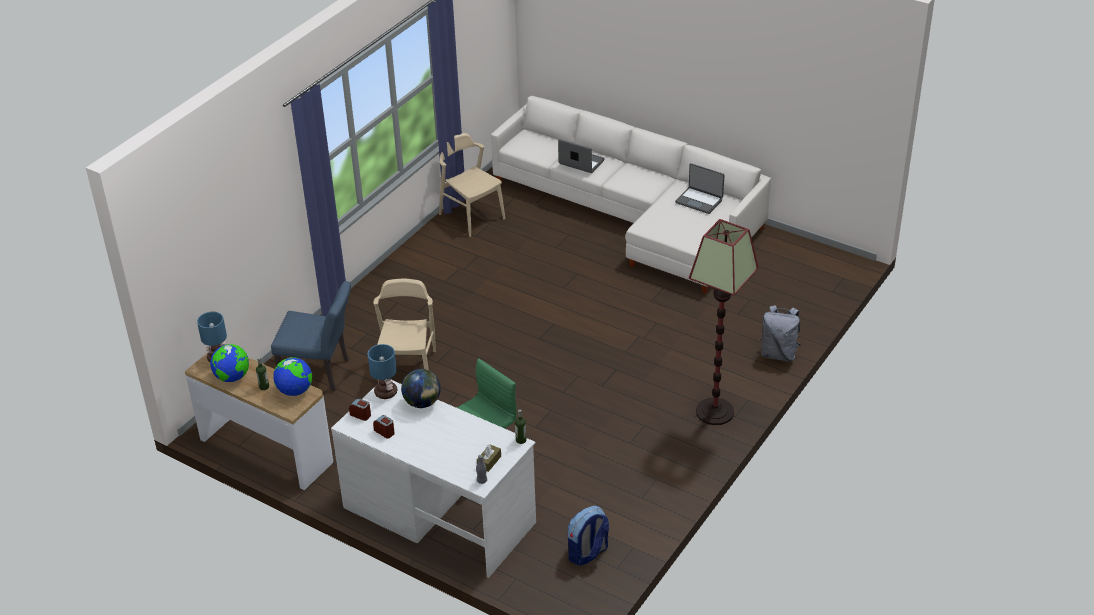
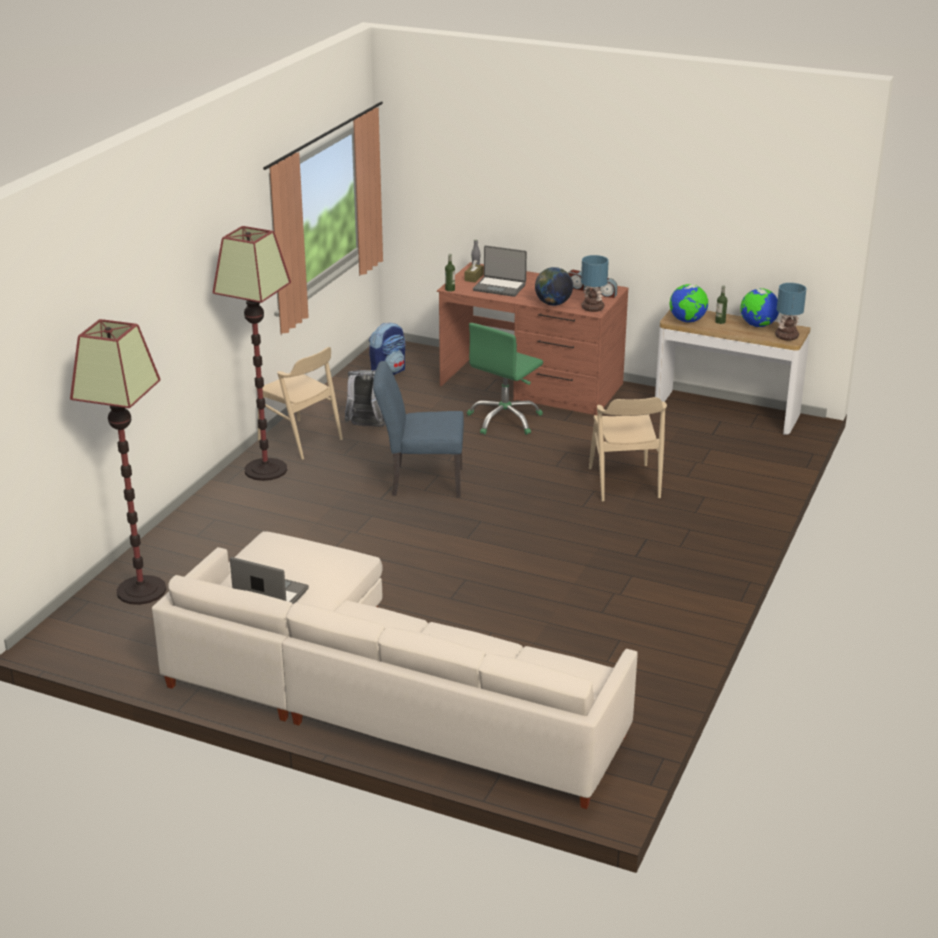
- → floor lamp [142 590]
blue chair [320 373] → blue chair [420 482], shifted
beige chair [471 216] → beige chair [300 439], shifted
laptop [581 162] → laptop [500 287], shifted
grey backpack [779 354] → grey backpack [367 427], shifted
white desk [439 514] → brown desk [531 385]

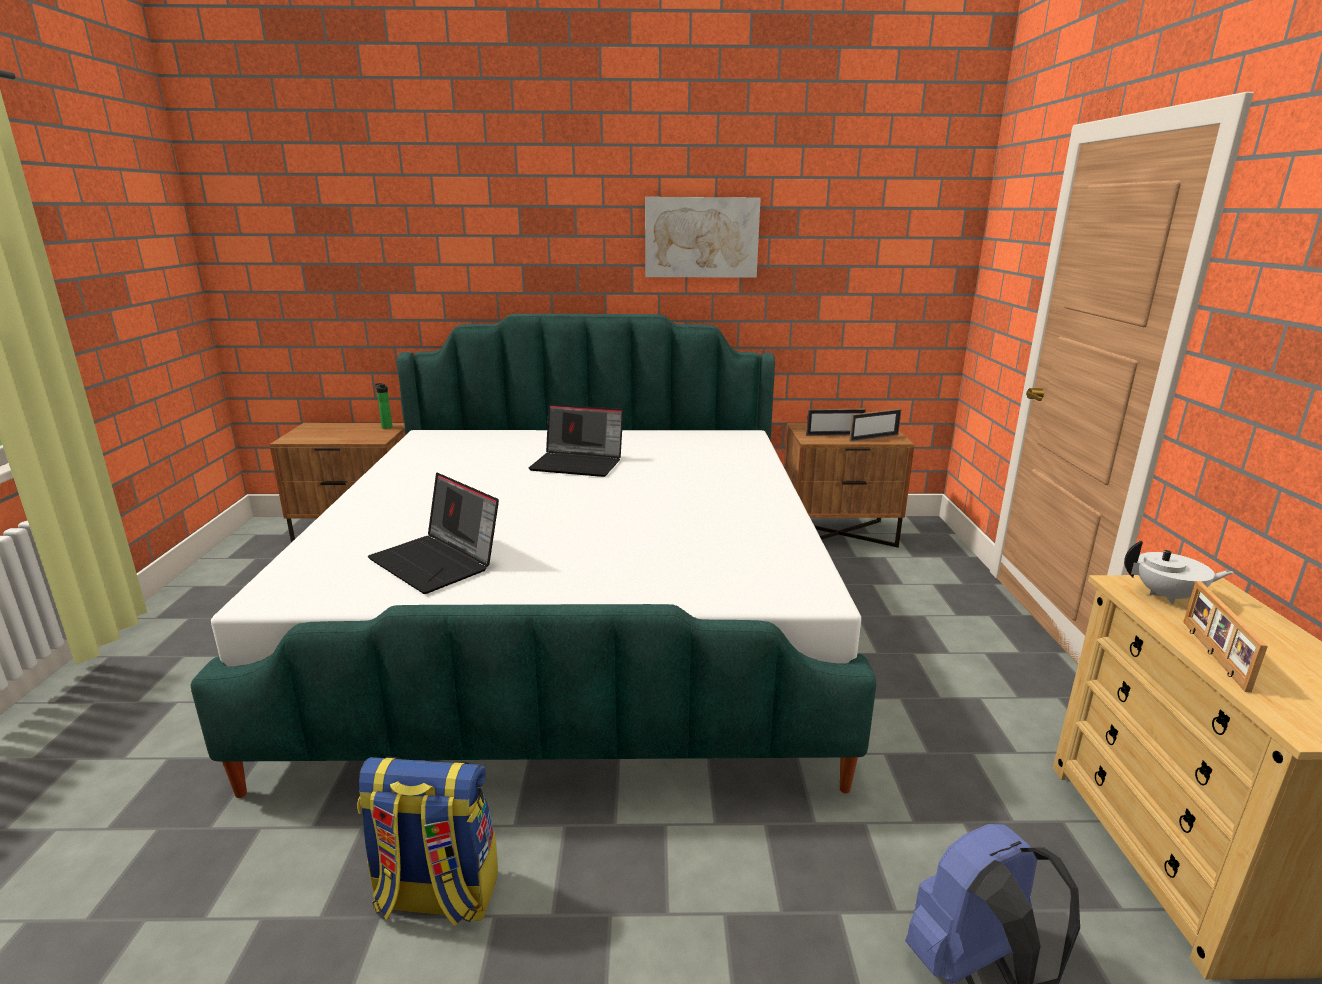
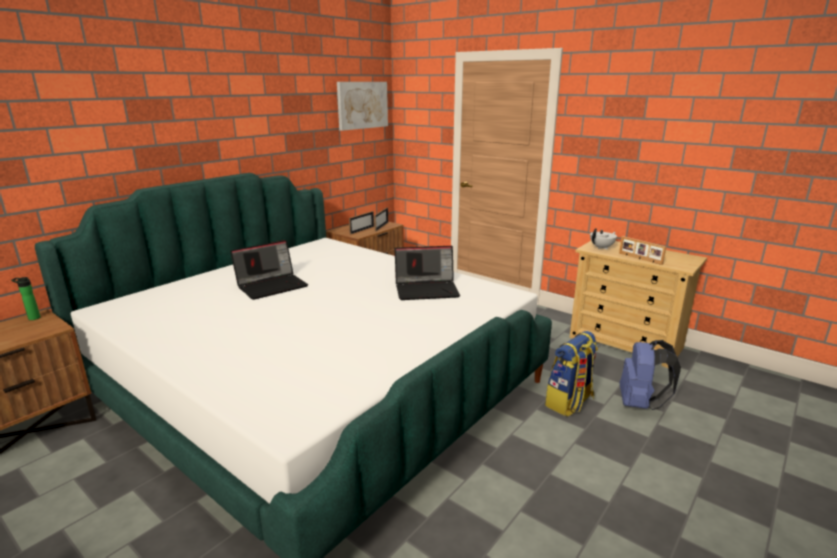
backpack [436 896] → backpack [569 403], shifted
laptop [438 562] → laptop [427 289], shifted
picture [701 237] → picture [362 105], shifted

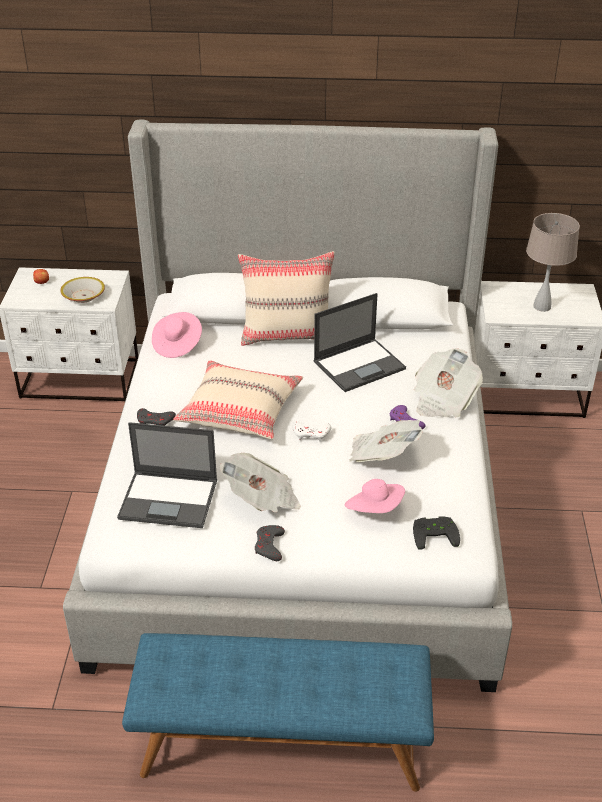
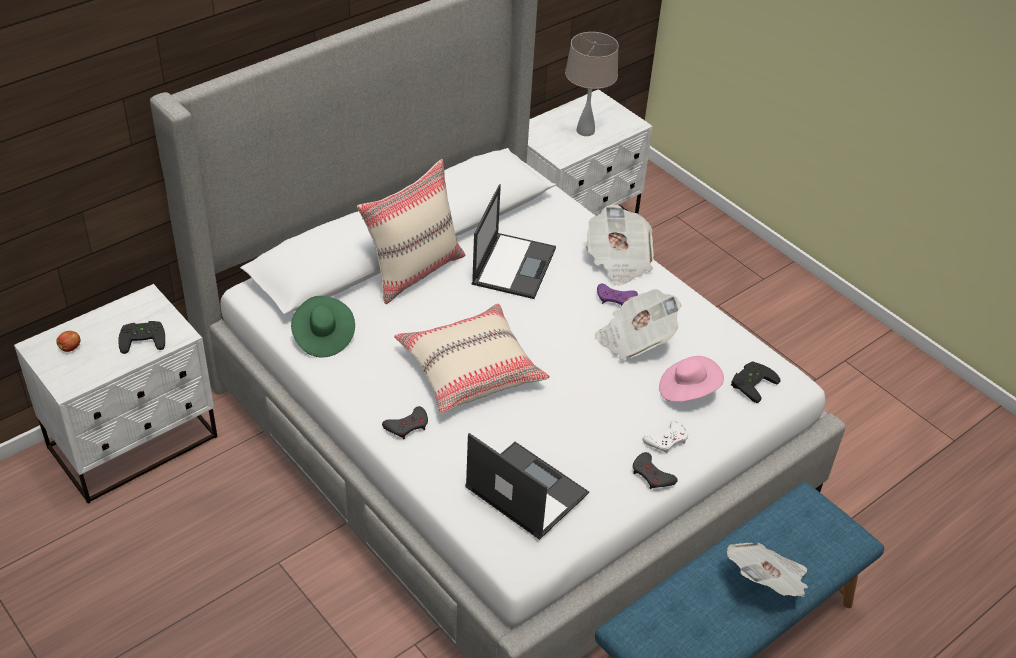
newspaper [262 499] → newspaper [767 582], shifted
white game controller [311 433] → white game controller [667 440], shifted
bowl [84 296] → black game controller [143 338]
pink hat [177 344] → green hat [323 337]
laptop [170 499] → laptop [525 490], 105 degrees counterclockwise

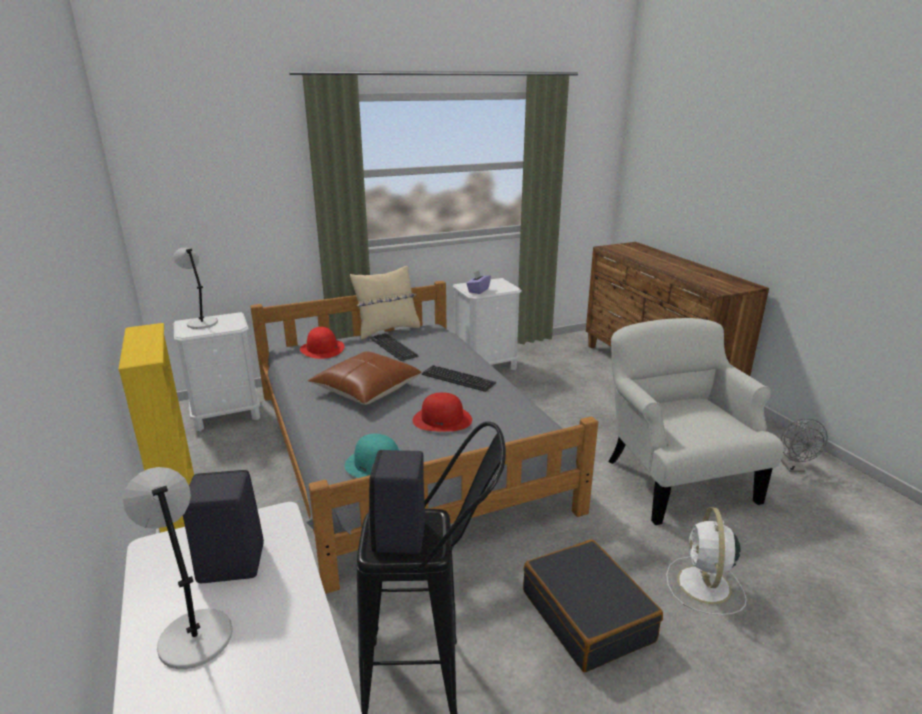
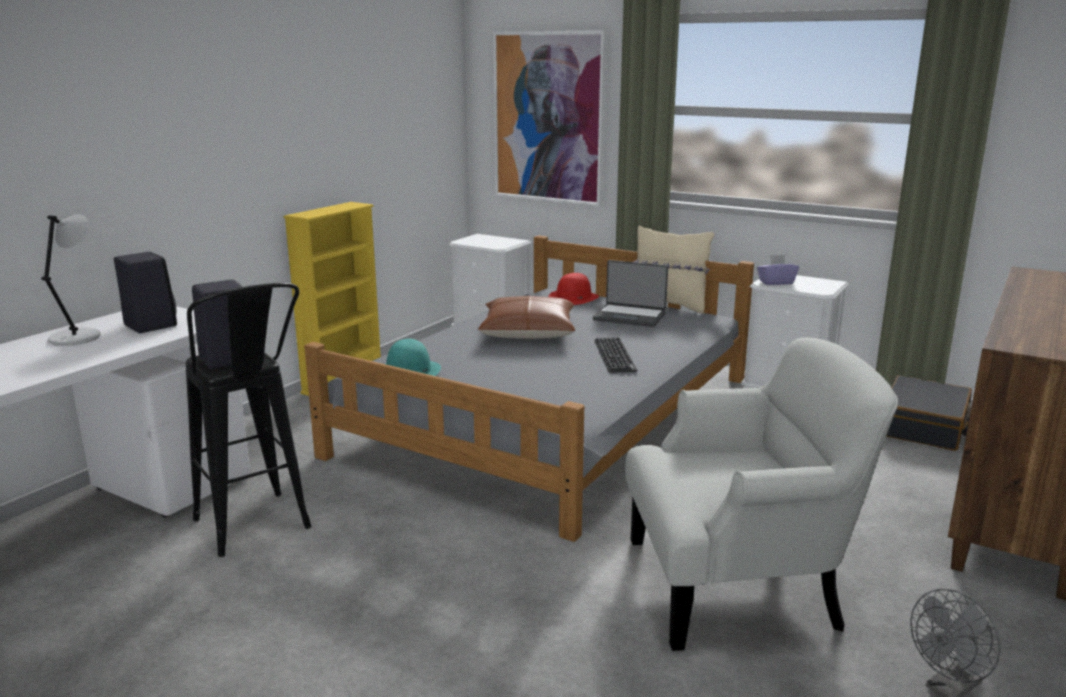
grey table lamp [201 323] → -
red hat [442 419] → -
white fan [704 586] → -
- → picture [548 118]
black suitcase [587 615] → black suitcase [923 427], shifted
keyboard [393 347] → laptop [630 316]
white armchair [675 479] → white armchair [738 584], 45 degrees clockwise

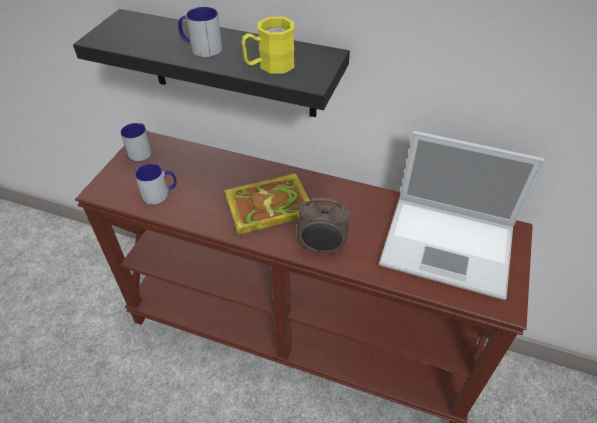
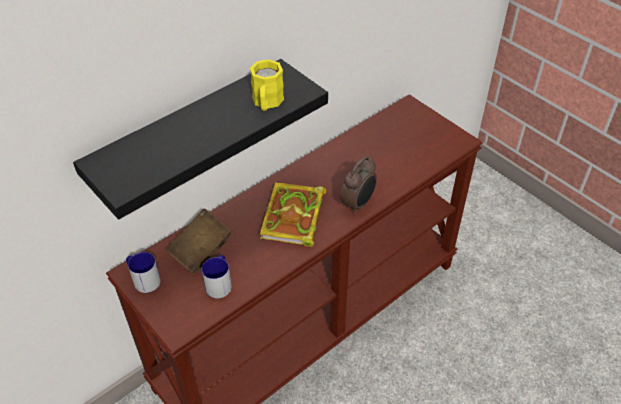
mug [201 48] → -
laptop [450 246] → -
- → brown book [201 251]

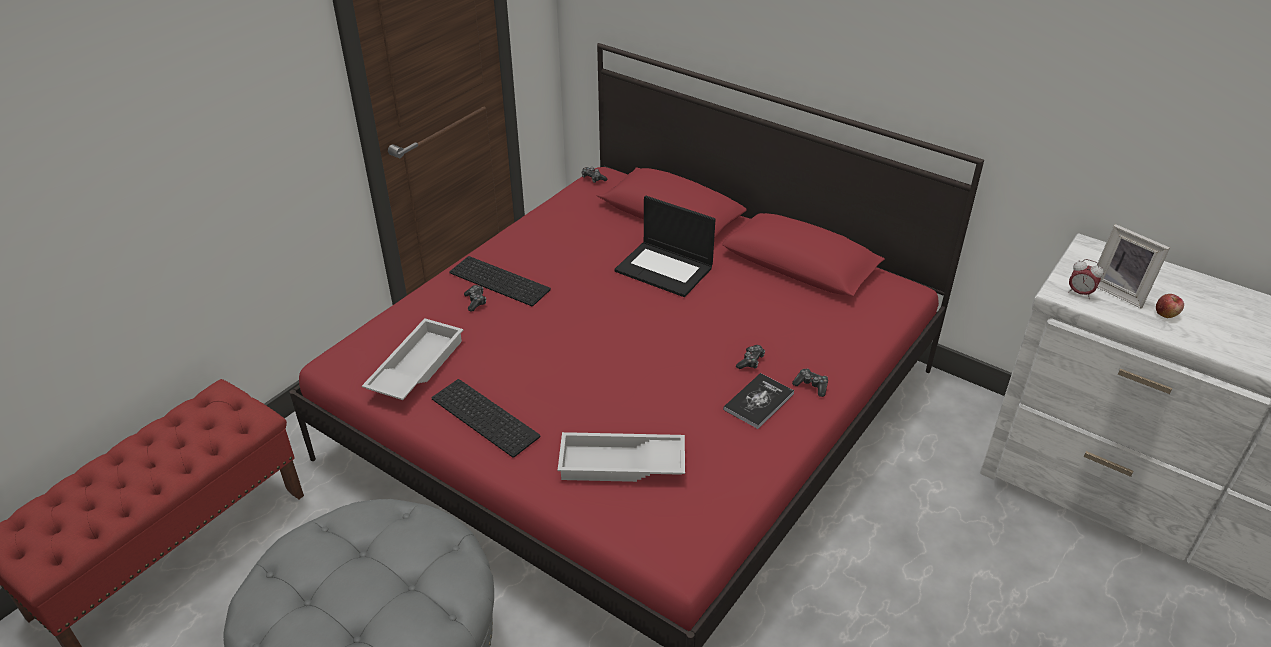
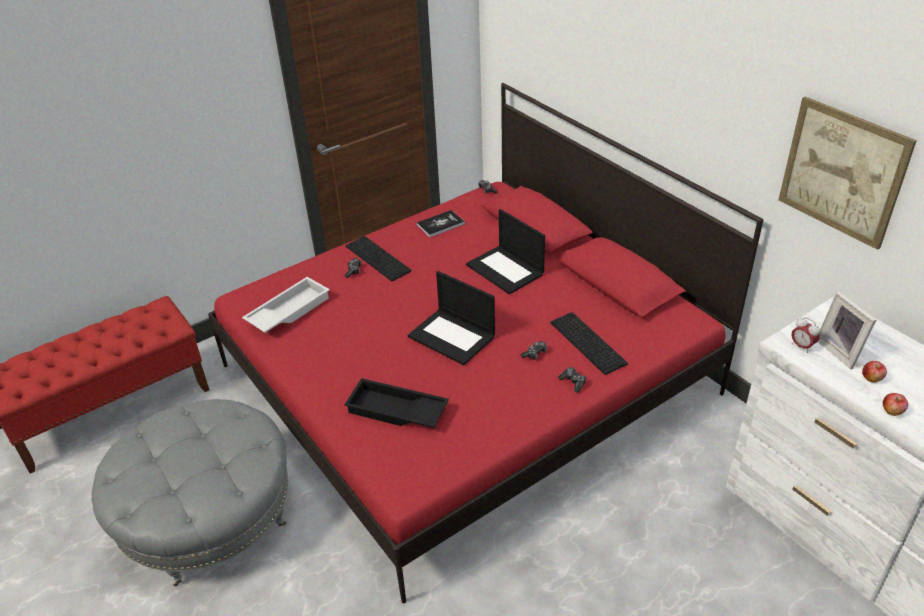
- → laptop [453 336]
- → picture [842 172]
- → apple [892 411]
keyboard [487 417] → keyboard [589 343], shifted
book [758 401] → book [440 224], shifted
white tray [620 465] → black tray [396 411]

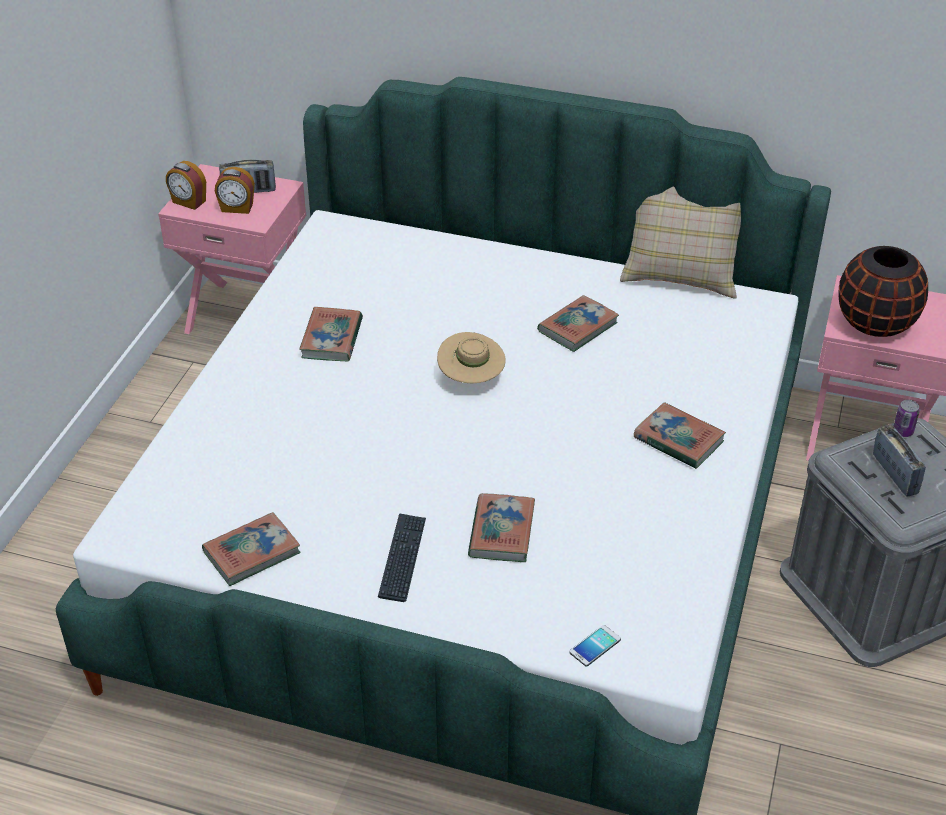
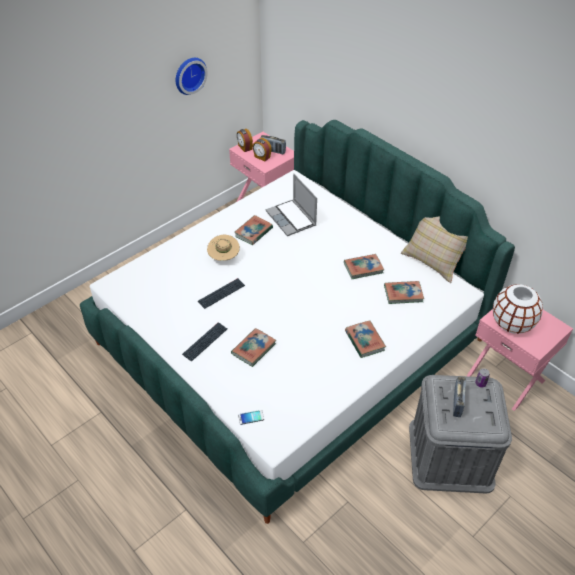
- → wall clock [189 75]
- → keyboard [221 294]
- → laptop [292 219]
book [252 553] → book [403 294], shifted
beige hat [471 378] → beige hat [224 257], shifted
black vase [875 323] → white vase [512 323]

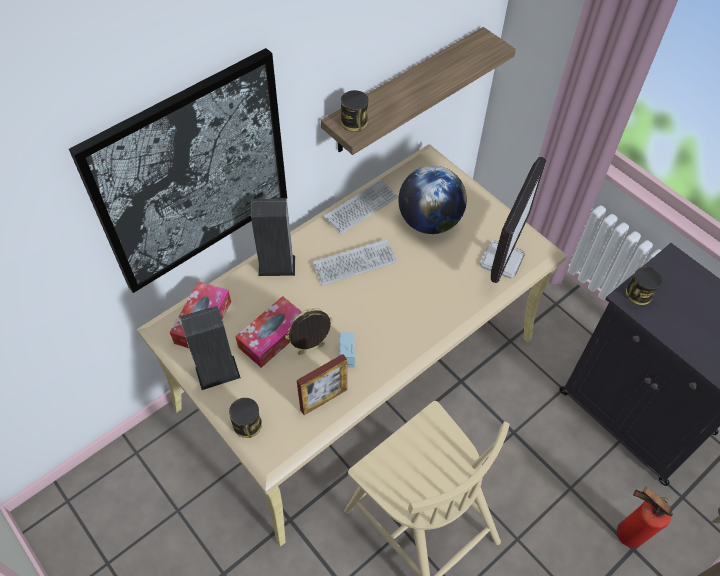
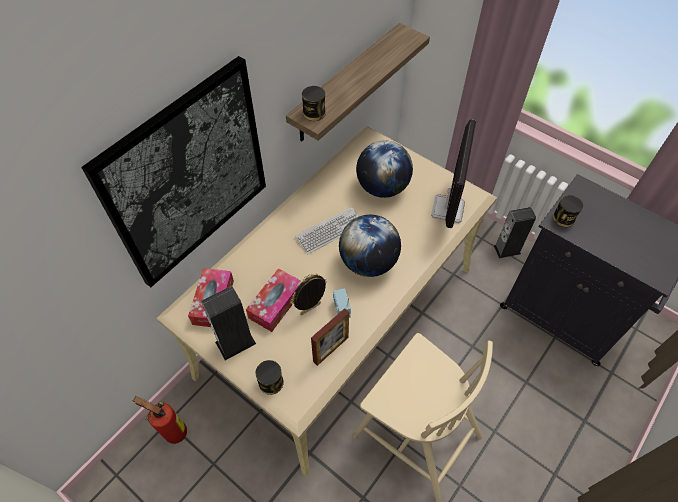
keyboard [361 207] → -
- → globe [368 262]
speaker [277 265] → speaker [507 249], shifted
fire extinguisher [625 532] → fire extinguisher [173 431], shifted

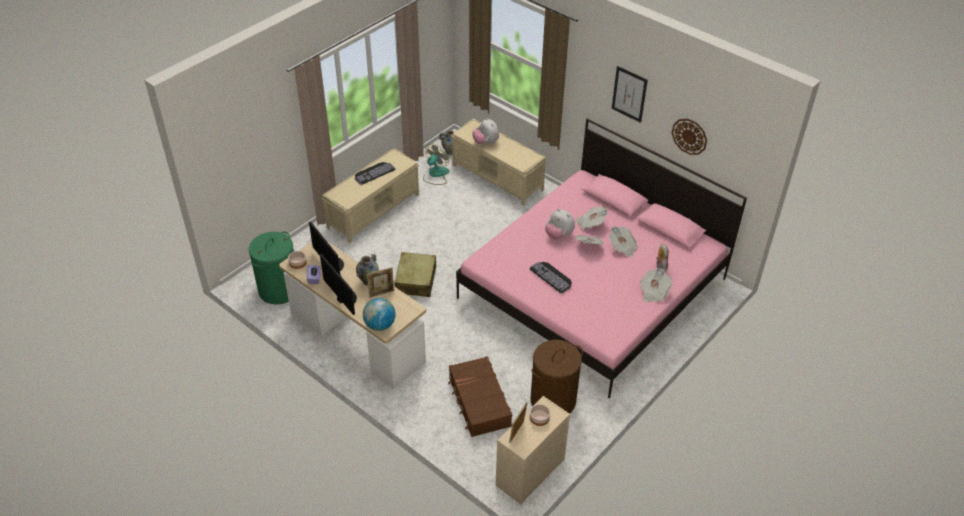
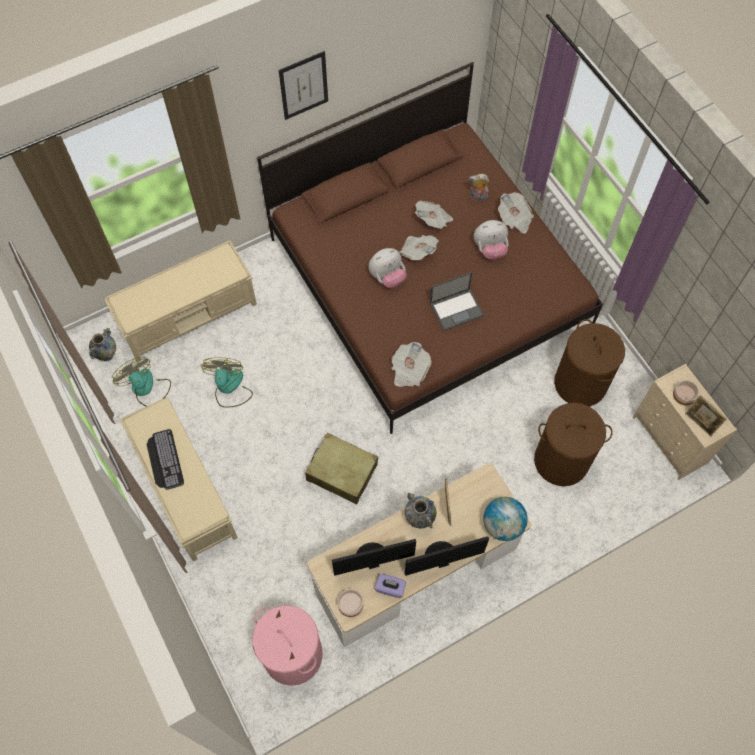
wall clock [689 136] → -
- → fan [229 388]
plush toy [486 142] → plush toy [490 249], shifted
newspaper [590 223] → newspaper [409 370], shifted
brown suitcase [479 402] → brown laundry basket [561 460]
keyboard [552 276] → laptop [457 309]
green laundry basket [279 289] → pink laundry basket [292 654]
pink bed [593 288] → brown bed [428 282]

